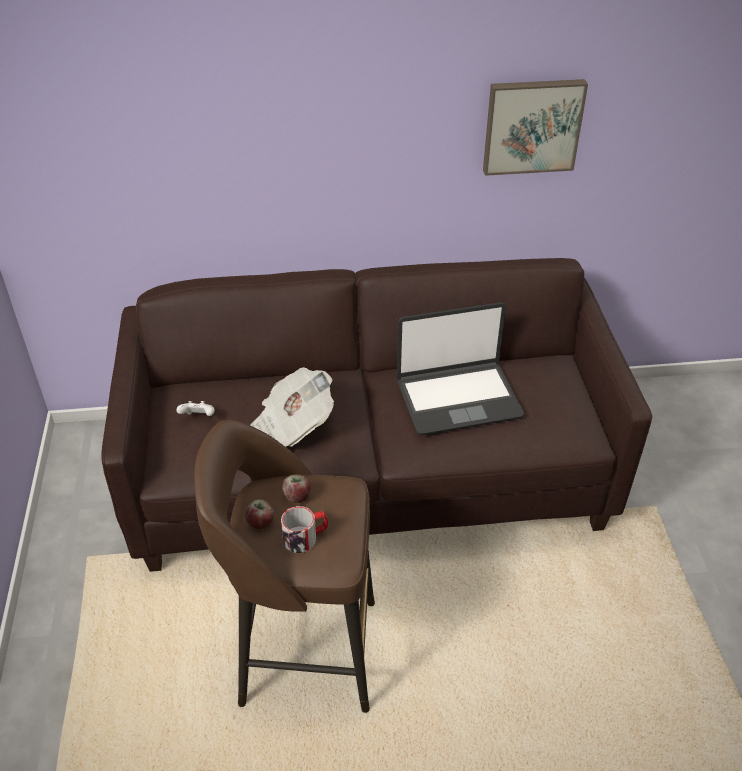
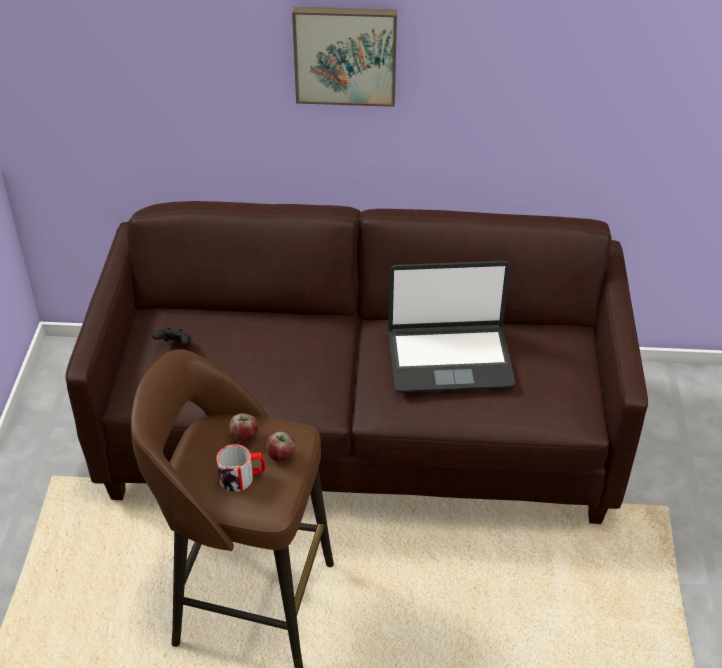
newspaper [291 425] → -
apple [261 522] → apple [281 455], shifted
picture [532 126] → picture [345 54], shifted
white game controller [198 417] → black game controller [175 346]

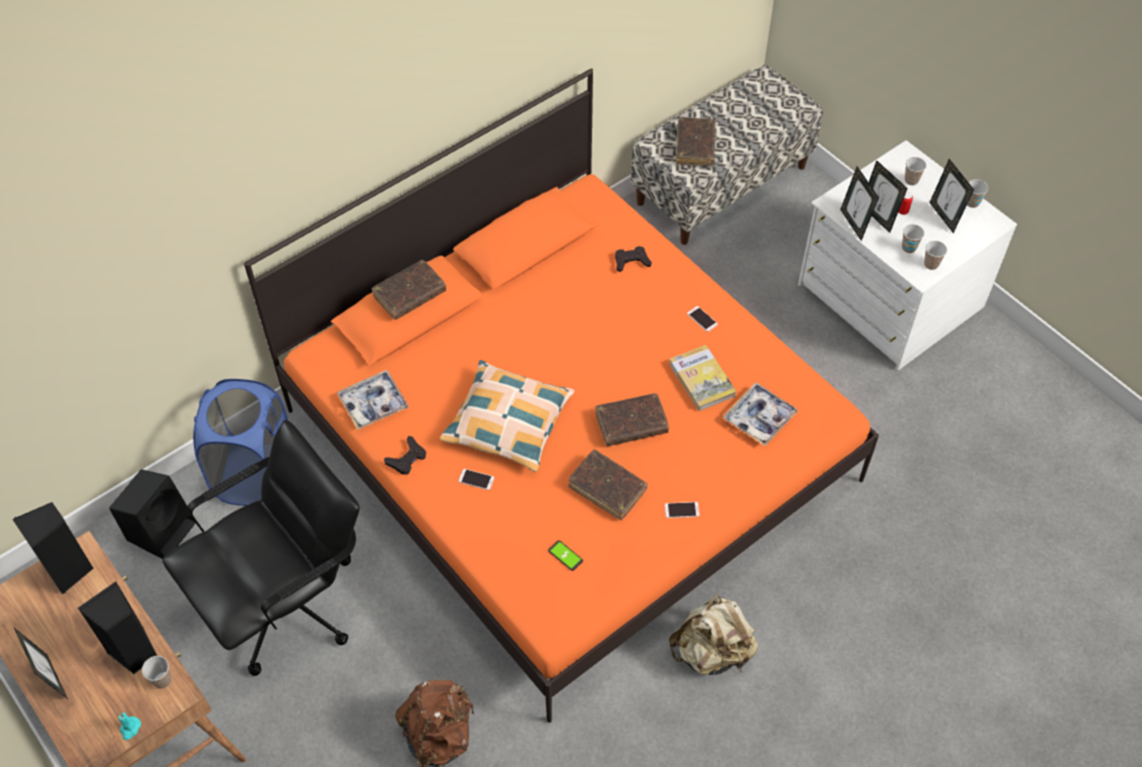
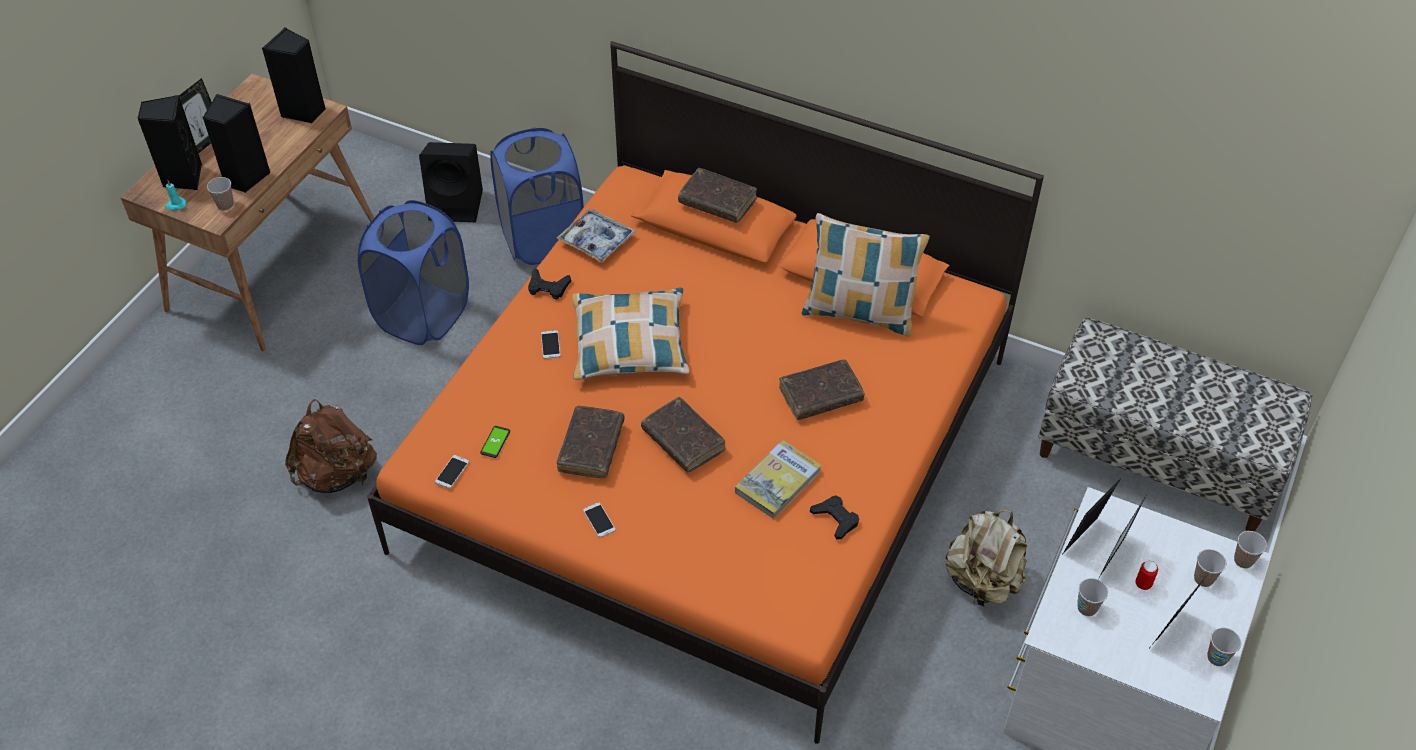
tray [759 418] → -
- → black speaker [182 178]
- → pillow [859 313]
black game controller [631 261] → black game controller [835 519], shifted
beige backpack [712 652] → beige backpack [982 581], shifted
brown book [695 147] → brown book [820 395], shifted
phone [702 319] → phone [452 472], shifted
cup [931 264] → cup [1243 560], shifted
black office chair [287 604] → blue laundry basket [423 315]

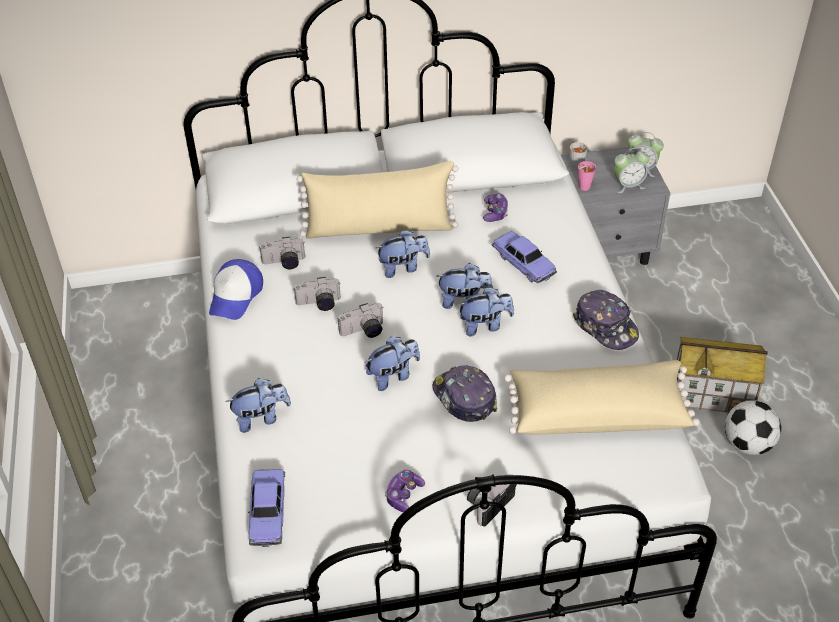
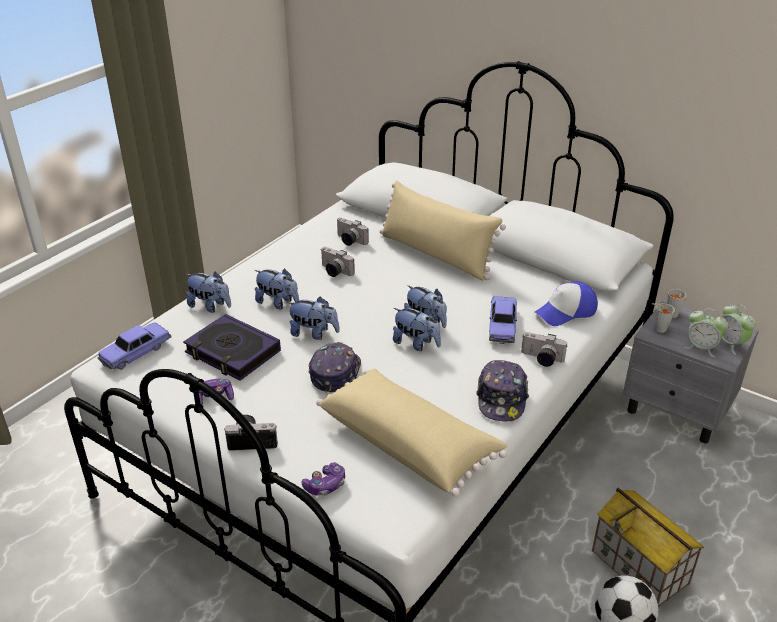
- → book [232 352]
cap [236 296] → cap [566 311], shifted
photo camera [364 332] → photo camera [541 359], shifted
plush toy [403 267] → plush toy [278 303], shifted
game controller [495 213] → game controller [325 485], shifted
pink cup [582 188] → grey cup [657 329]

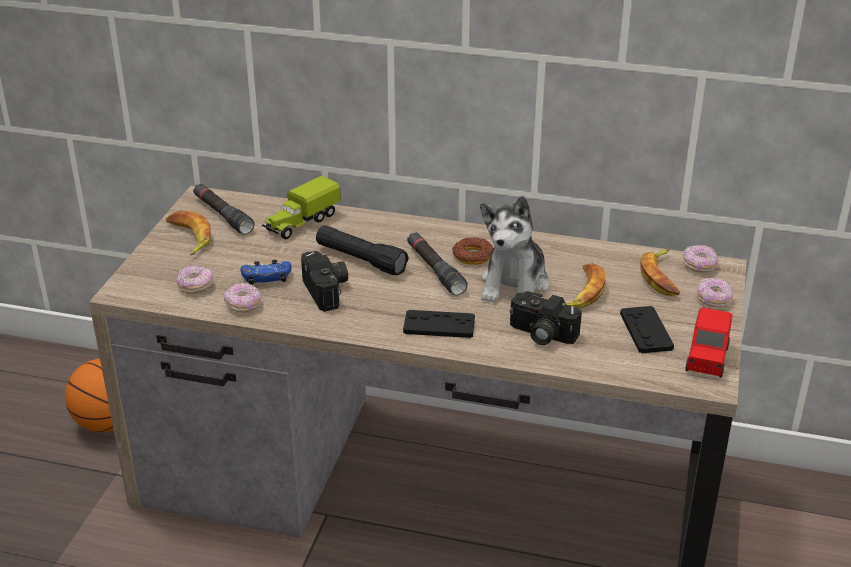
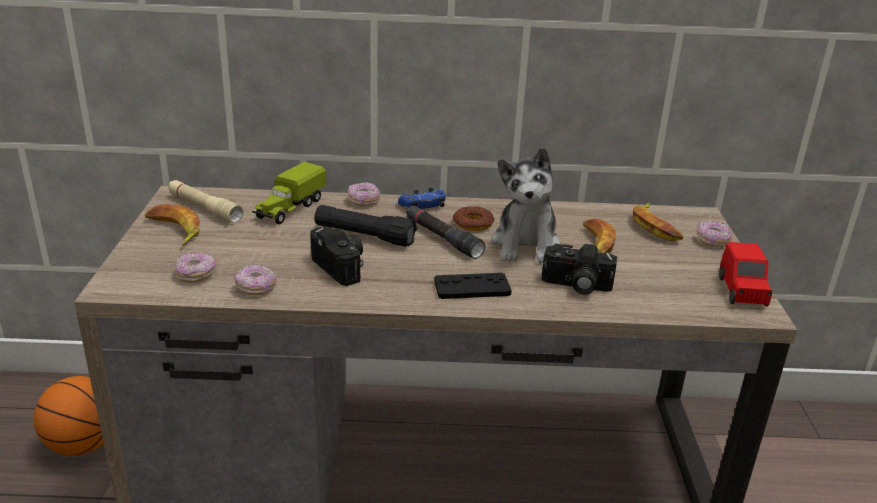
black game controller [646 331] → -
blue game controller [266 277] → blue game controller [423 205], shifted
donut [699 266] → donut [364 201], shifted
black flashlight [223 215] → beige flashlight [204 208]

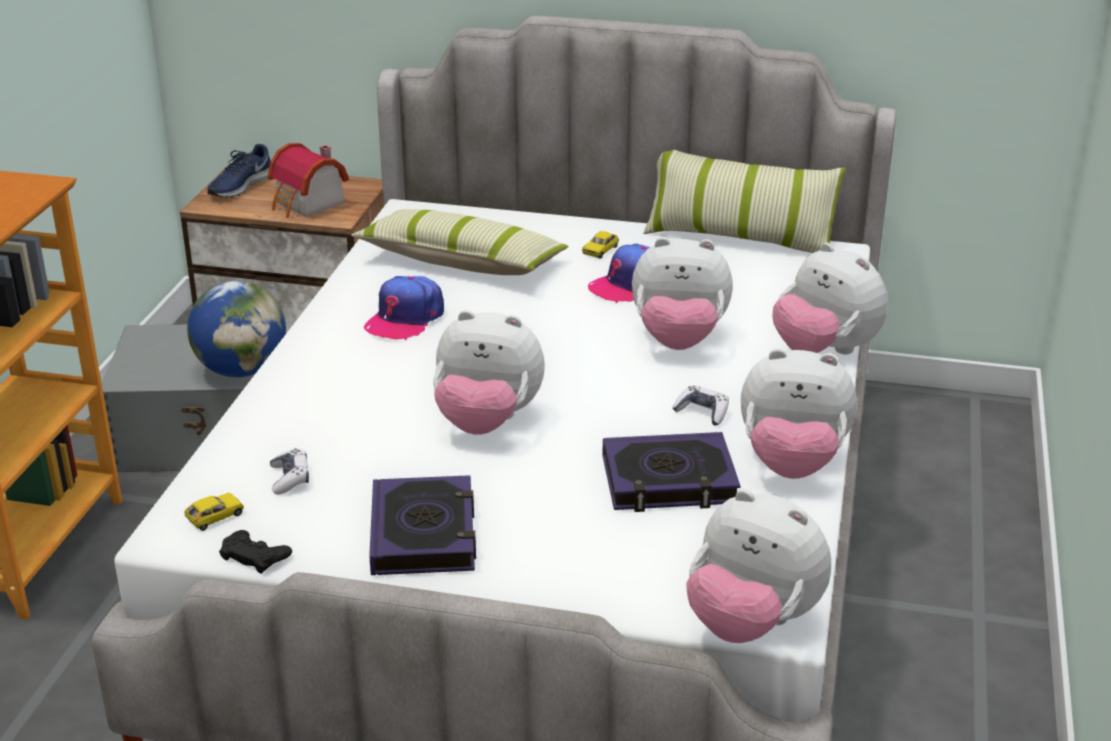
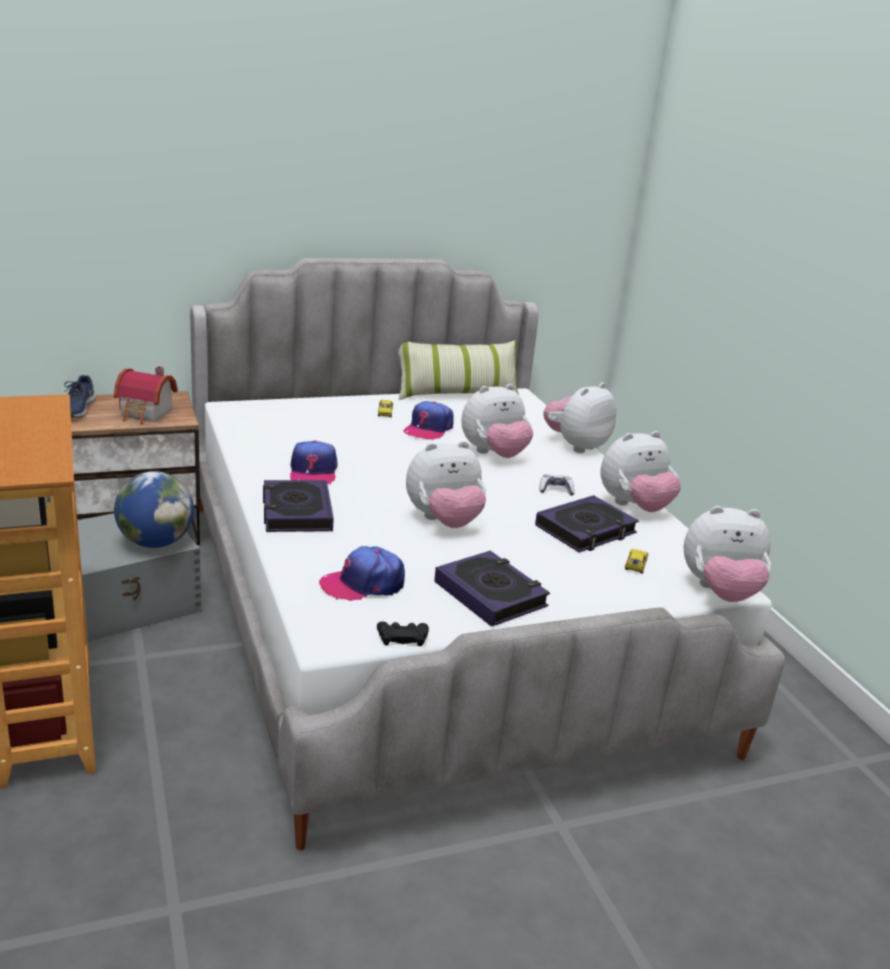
pillow [461 262] → -
- → book [296 512]
toy car [215 517] → toy car [635 565], shifted
game controller [290 478] → cap [363 584]
plush toy [824 351] → plush toy [576 446], 120 degrees clockwise

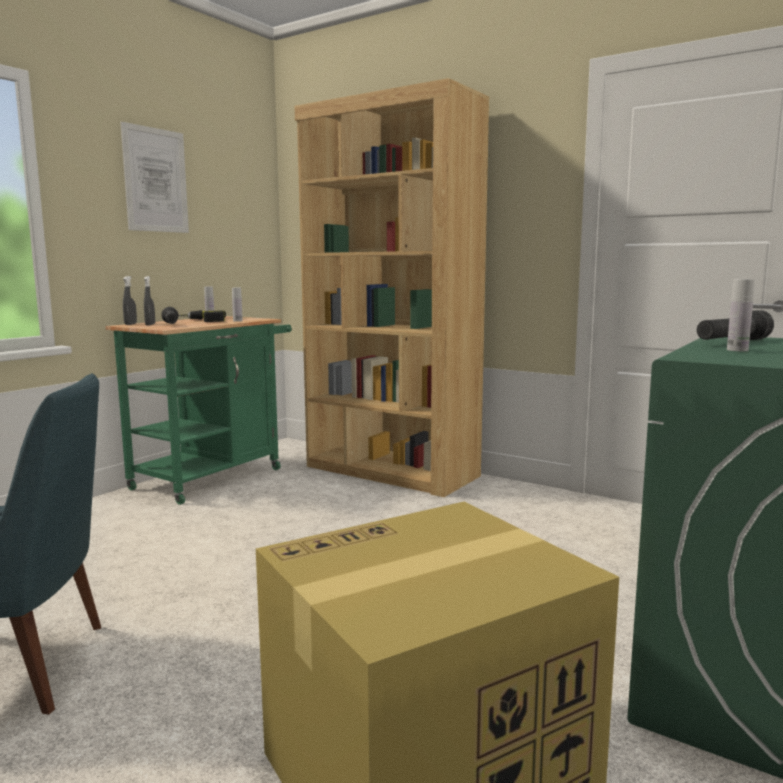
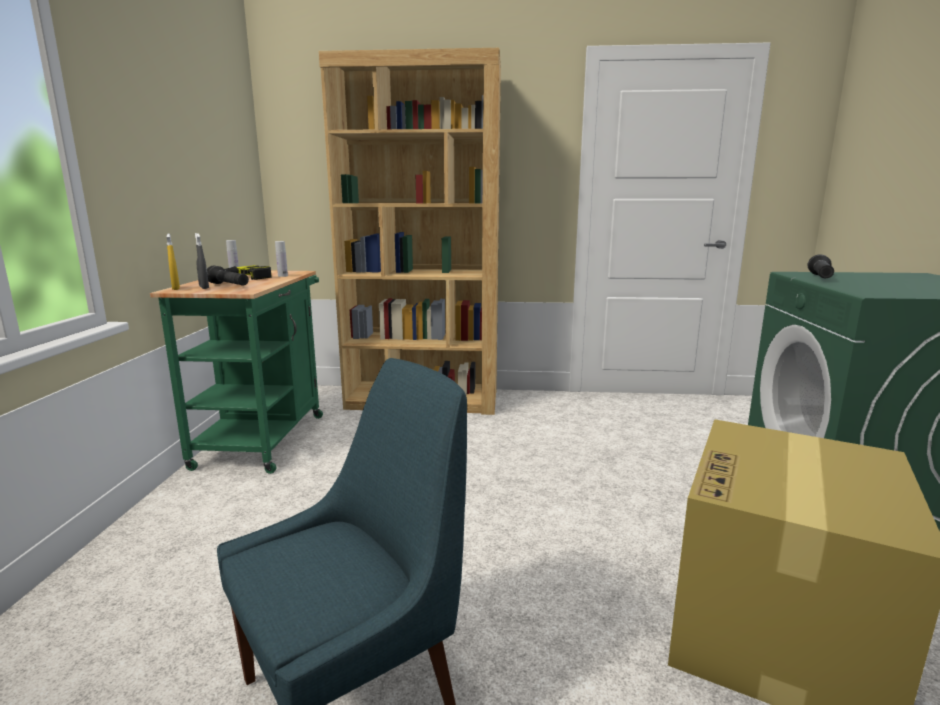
picture [155 180] → -
white bottle [737 350] → -
grey spray bottle [130 324] → yellow spray bottle [176 288]

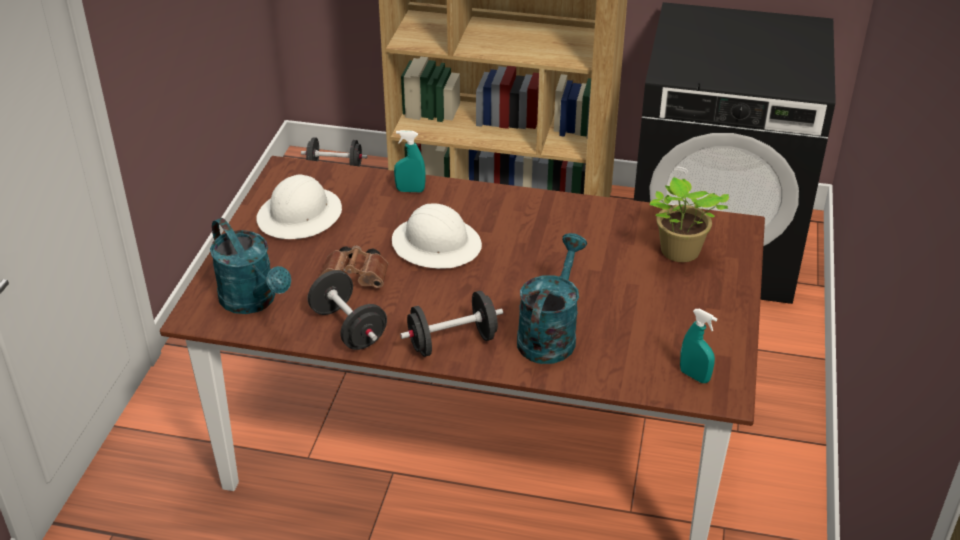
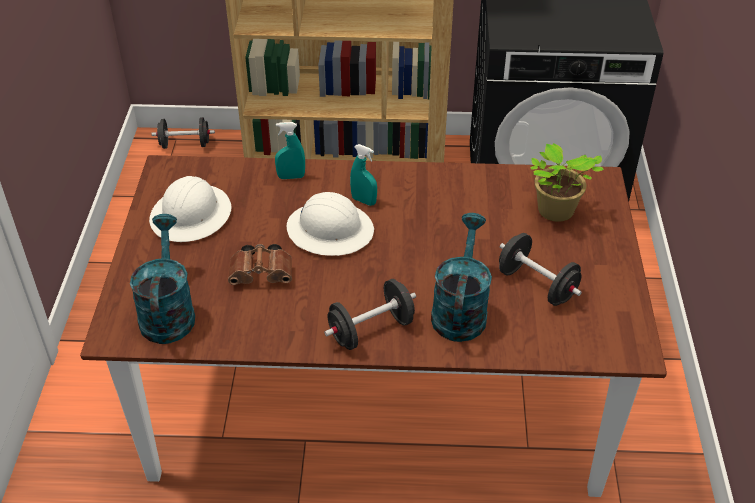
black dumbbell [348 328] → black dumbbell [537 285], shifted
turquoise spray bottle [694 376] → turquoise spray bottle [363 201], shifted
turquoise watering can [253 301] → turquoise watering can [167 312], 135 degrees counterclockwise

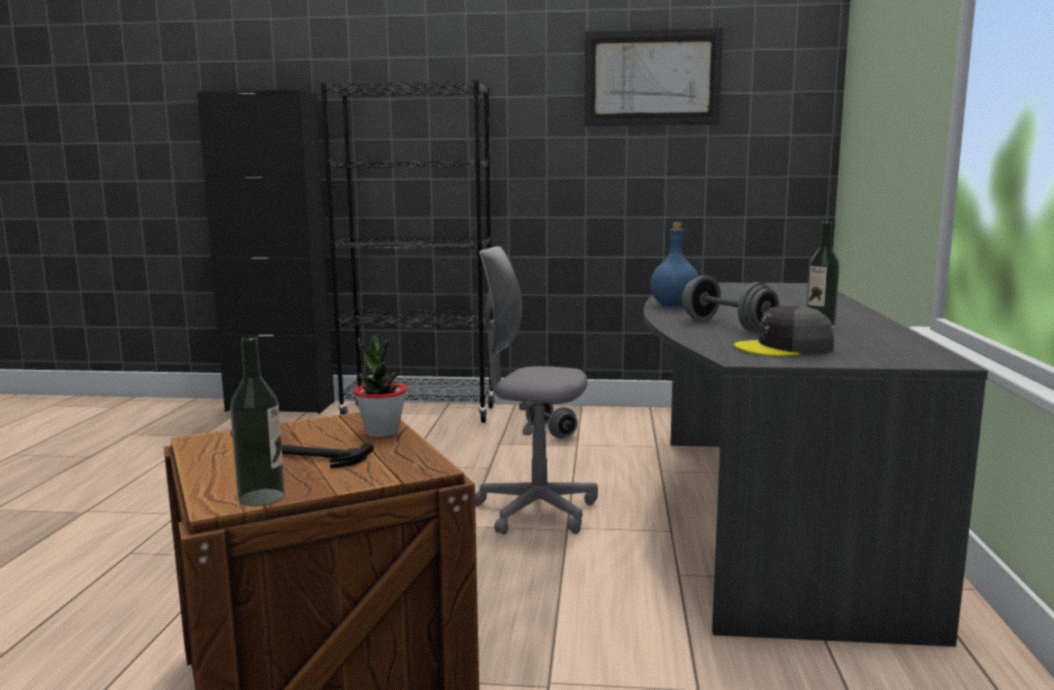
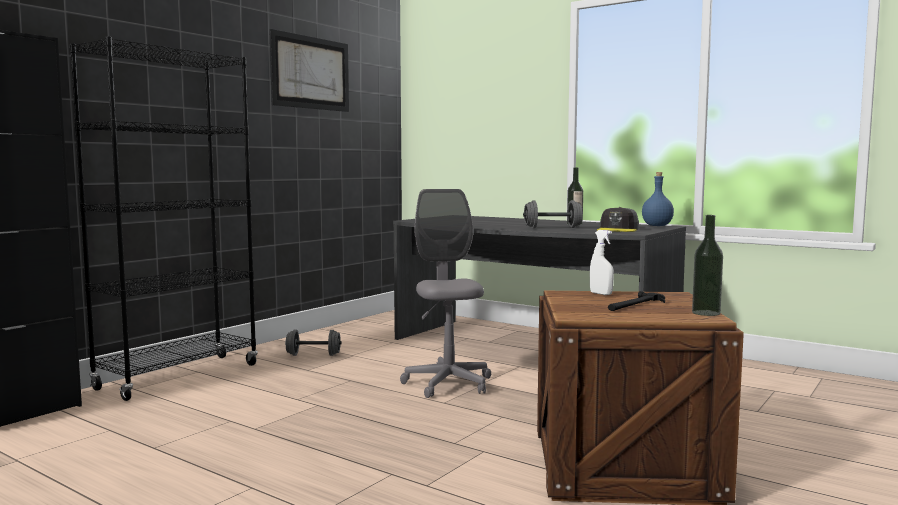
blue bottle [674 306] → blue bottle [657 226], shifted
potted plant [382 432] → white spray bottle [601 294]
grey office chair [536 511] → grey office chair [448 384], 120 degrees clockwise

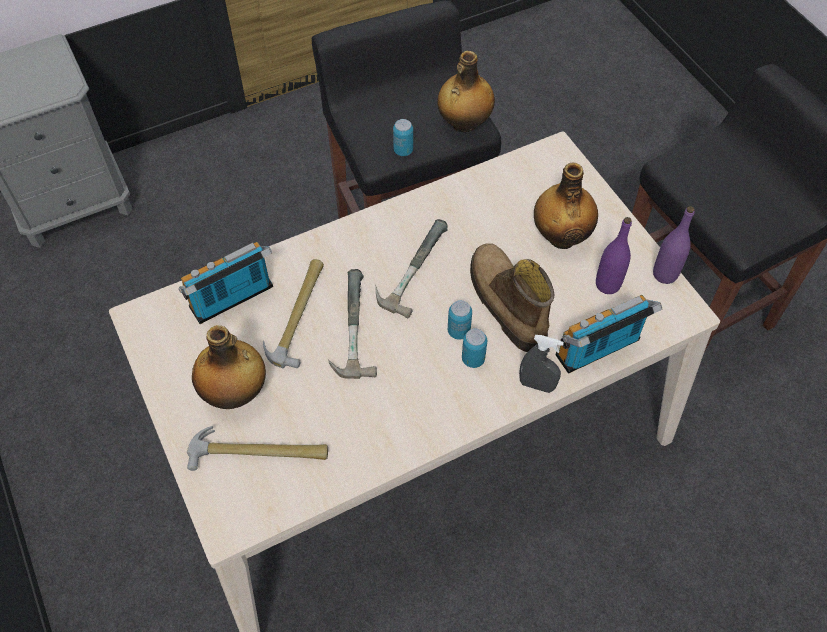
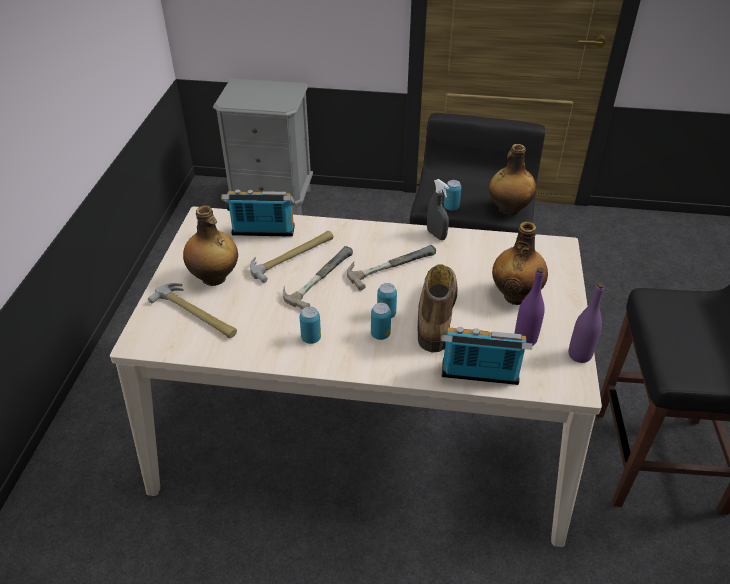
- → can [311 338]
grey spray bottle [536 385] → grey spray bottle [436 235], shifted

